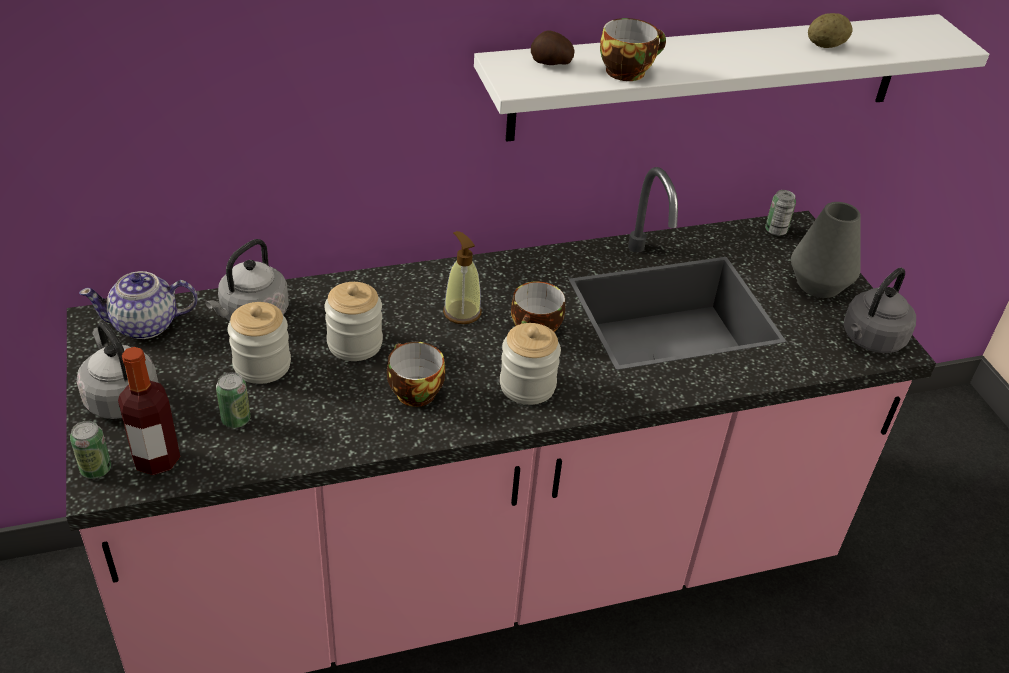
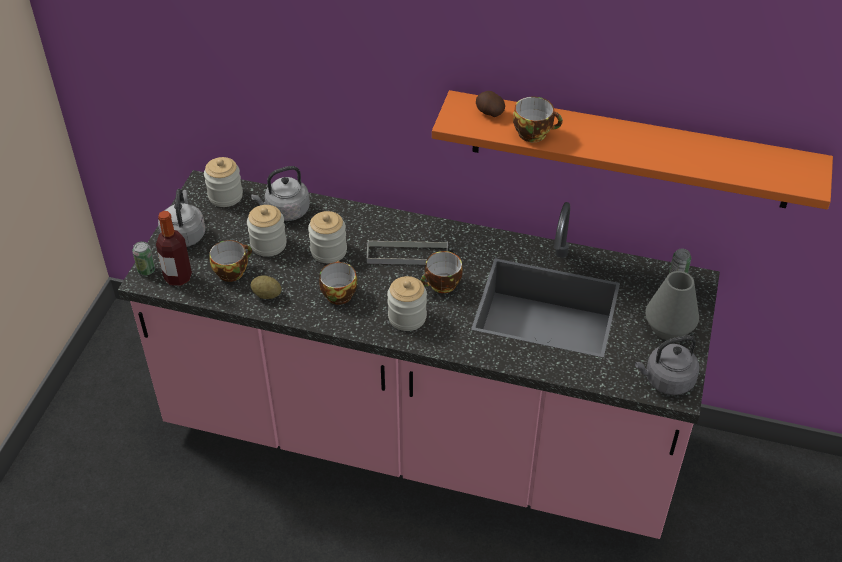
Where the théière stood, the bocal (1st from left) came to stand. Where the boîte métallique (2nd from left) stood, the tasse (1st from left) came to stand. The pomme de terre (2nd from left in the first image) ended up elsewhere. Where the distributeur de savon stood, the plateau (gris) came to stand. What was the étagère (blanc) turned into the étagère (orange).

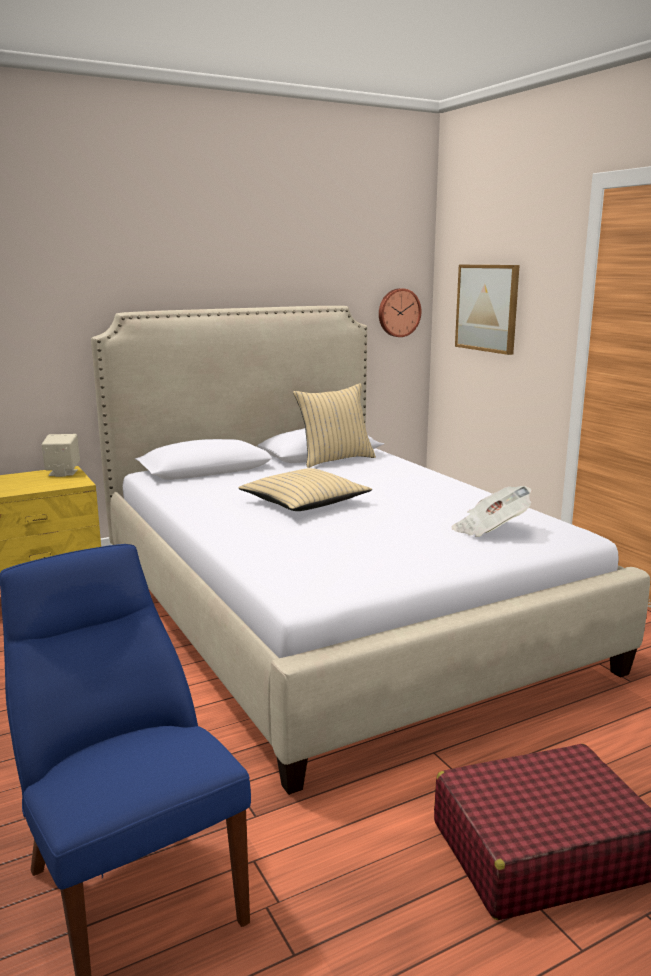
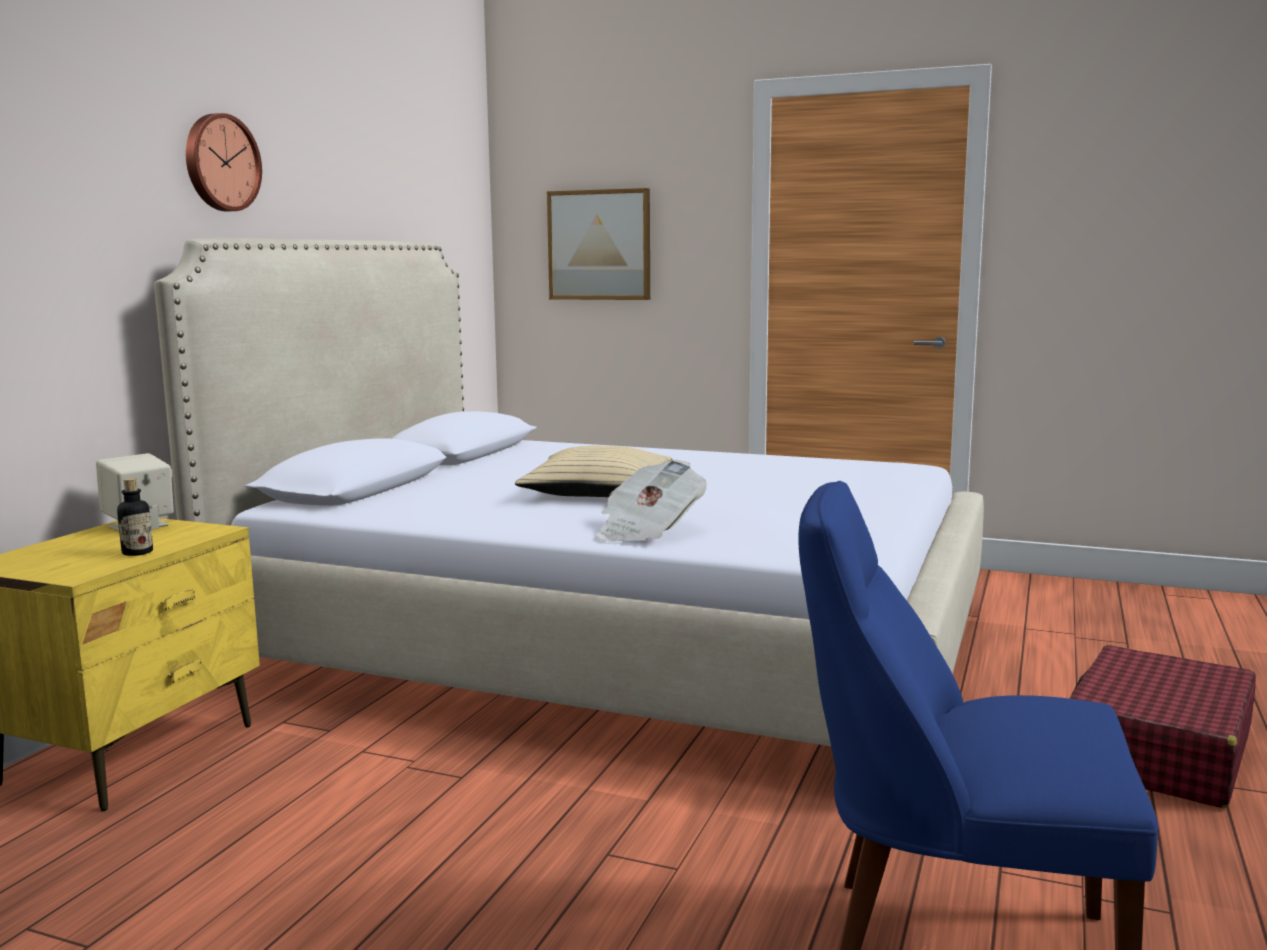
The second view gained the bouteille. The horloge murale ended up elsewhere. The journal ended up elsewhere. The second view lost the coussin (beige) (2nd from left).

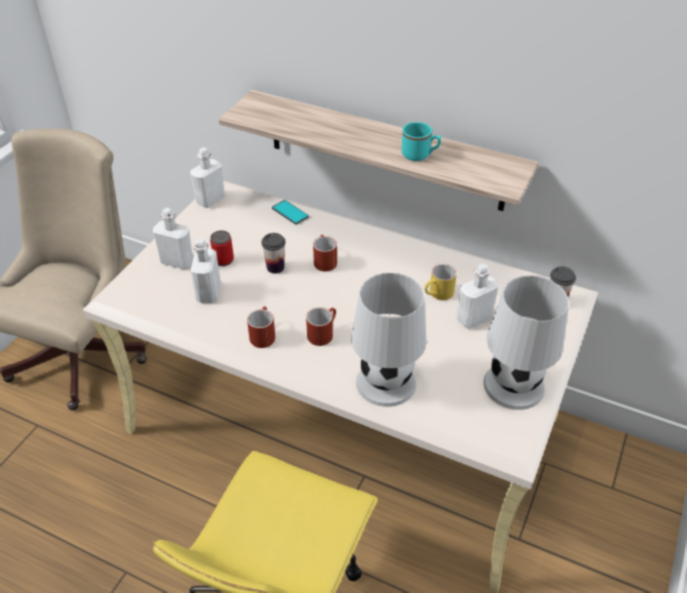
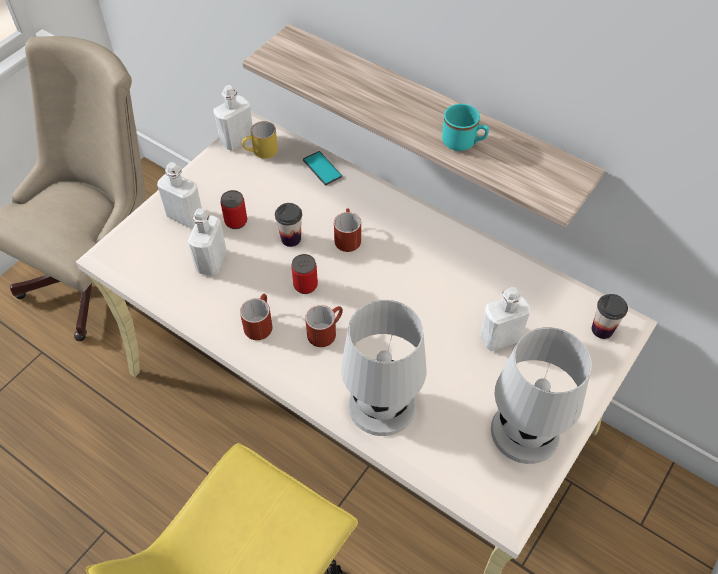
The mug (jaune) ended up elsewhere. The second view gained the boîte métallique (2nd from left).

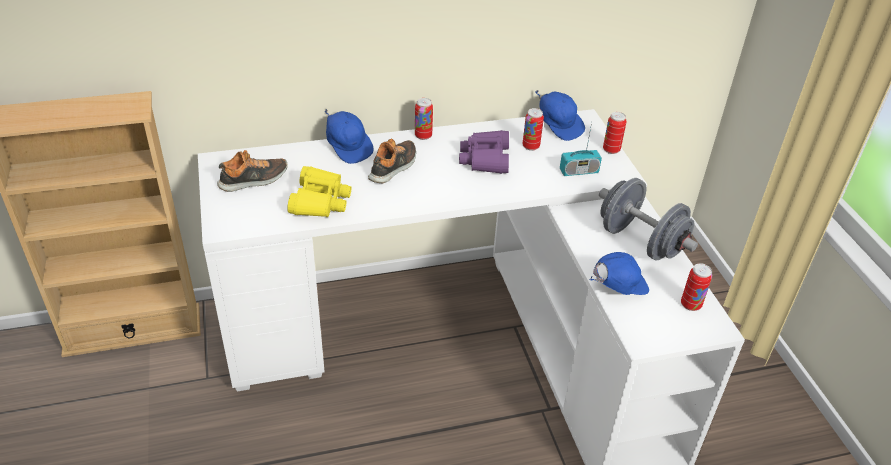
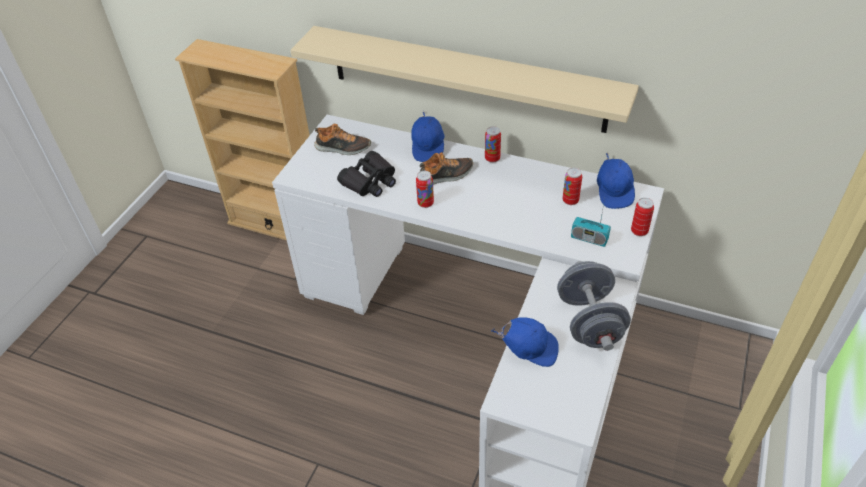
The second view gained the étagère (beige). What was the jumelles (jaune) turned into the jumelles (noir). The boîte métallique (4th from left in the first image) ended up elsewhere. The second view lost the jumelles (violet).

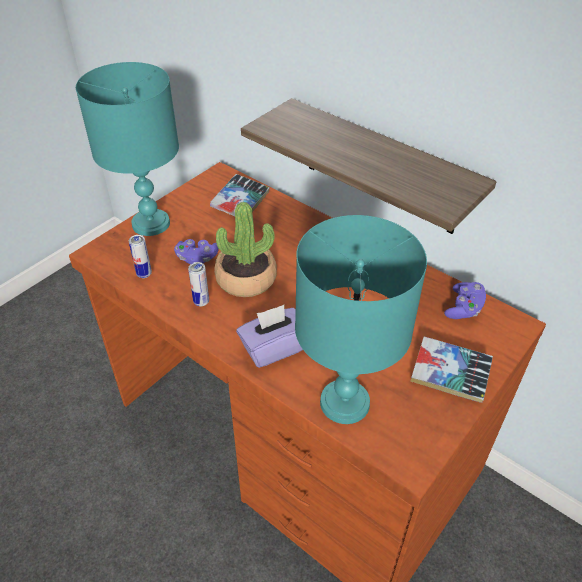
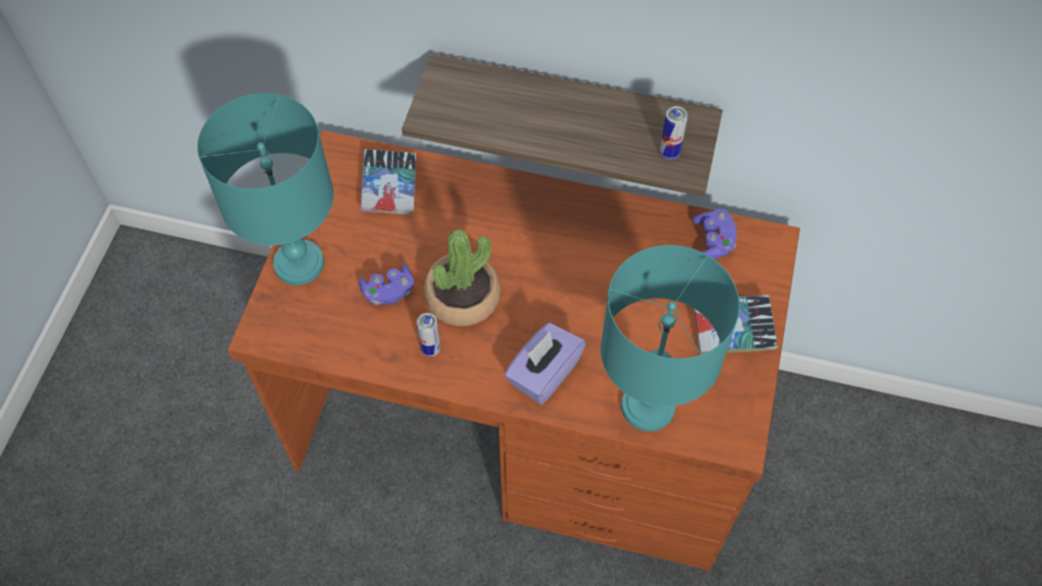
The boîte métallique (1st from left in the first image) ended up elsewhere.

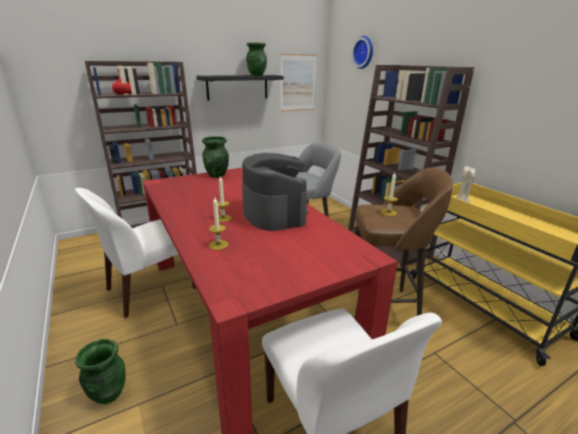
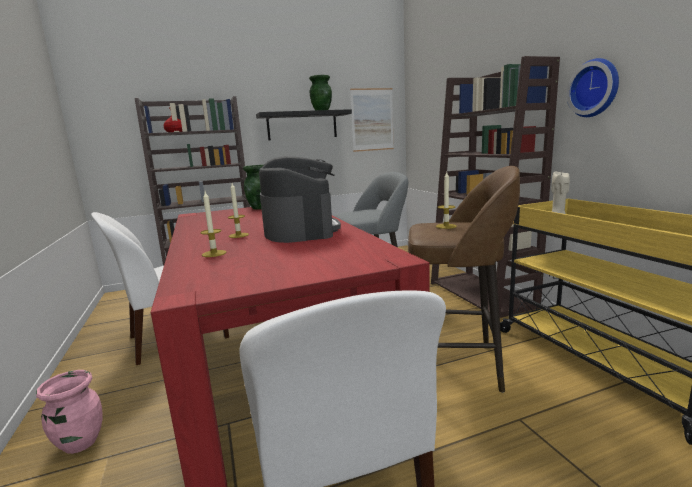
What was the vase (vert) (1st from left) turned into the vase (rose). The horloge murale ended up elsewhere.

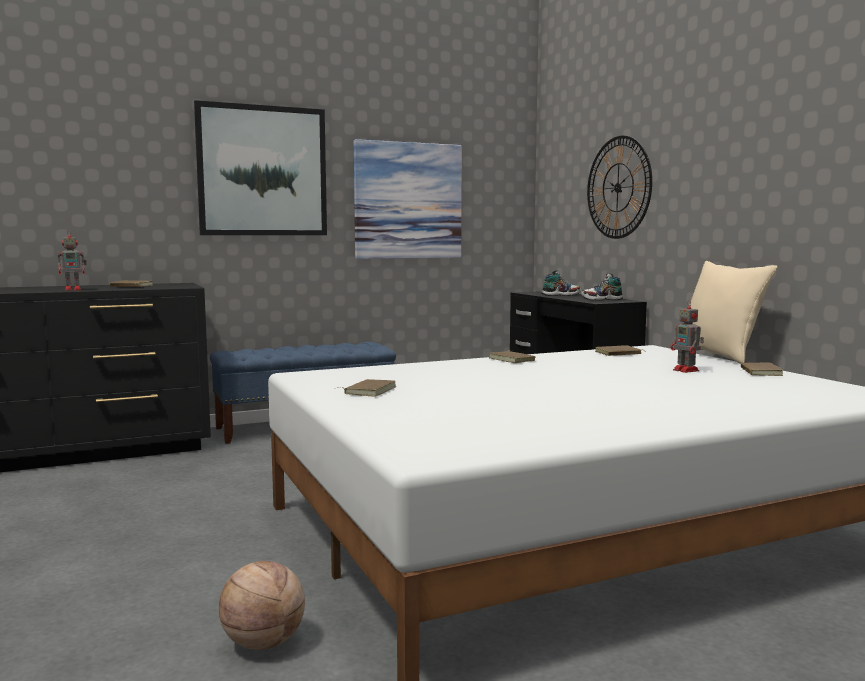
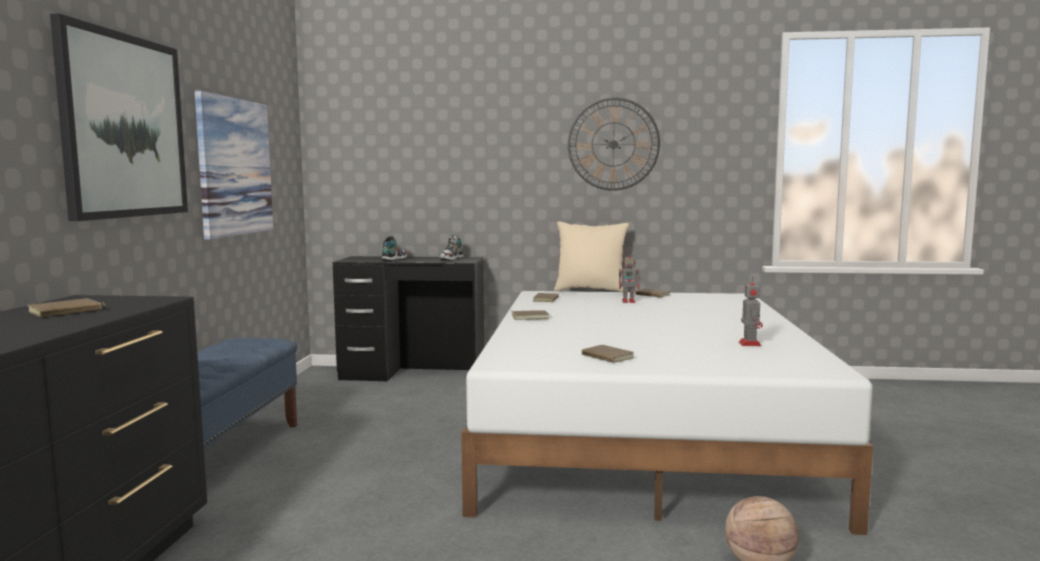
The horloge murale ended up elsewhere. The robot jouet (1st from left in the first image) ended up elsewhere.

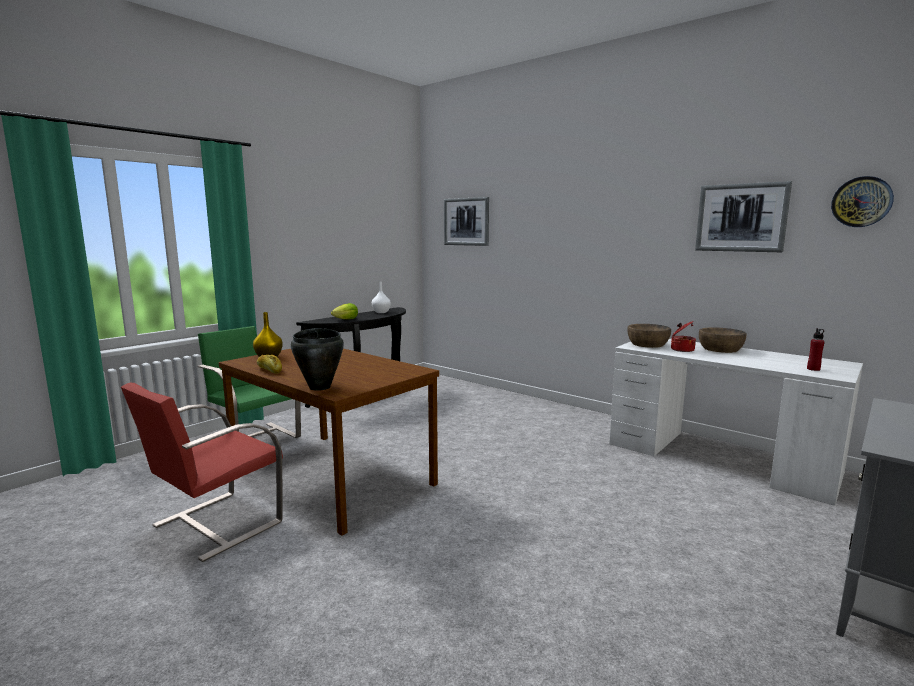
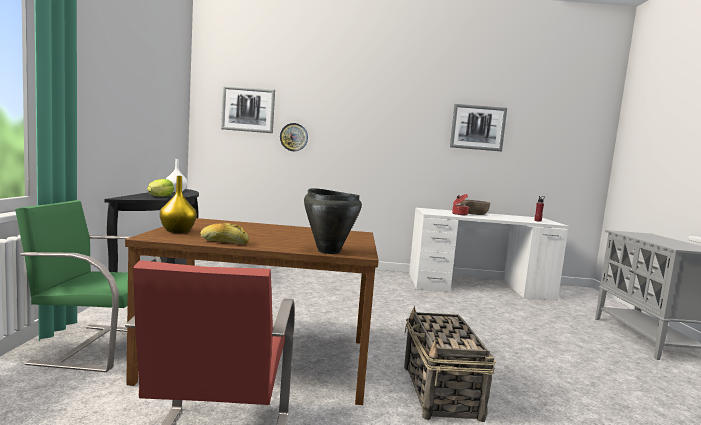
The horloge murale ended up elsewhere. The second view gained the panier. The second view lost the bol (marron) (1st from left).

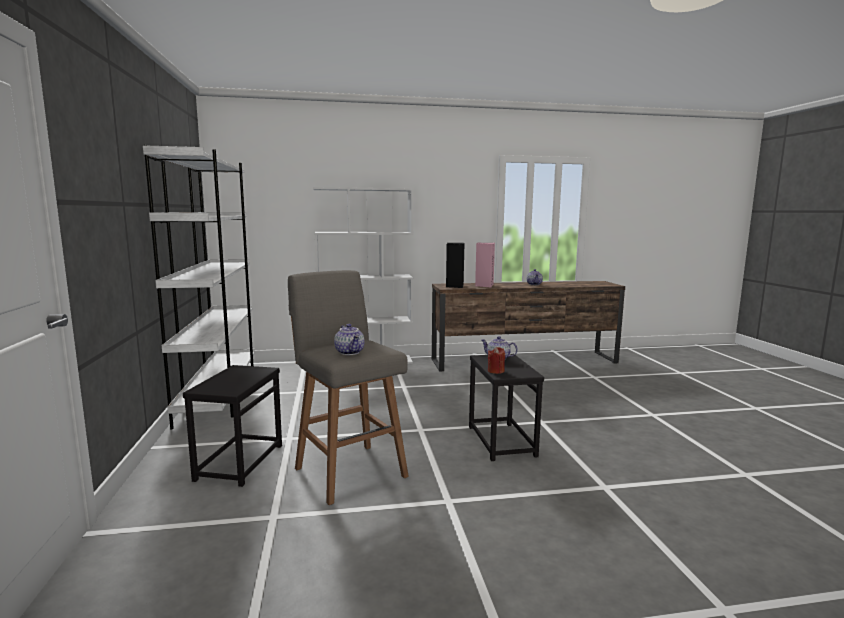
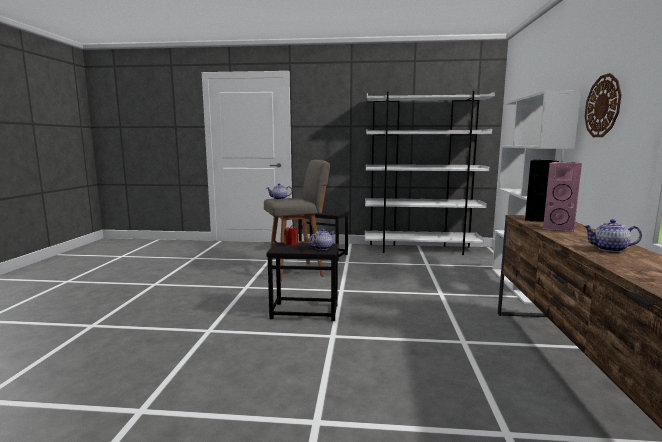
The second view gained the horloge murale.

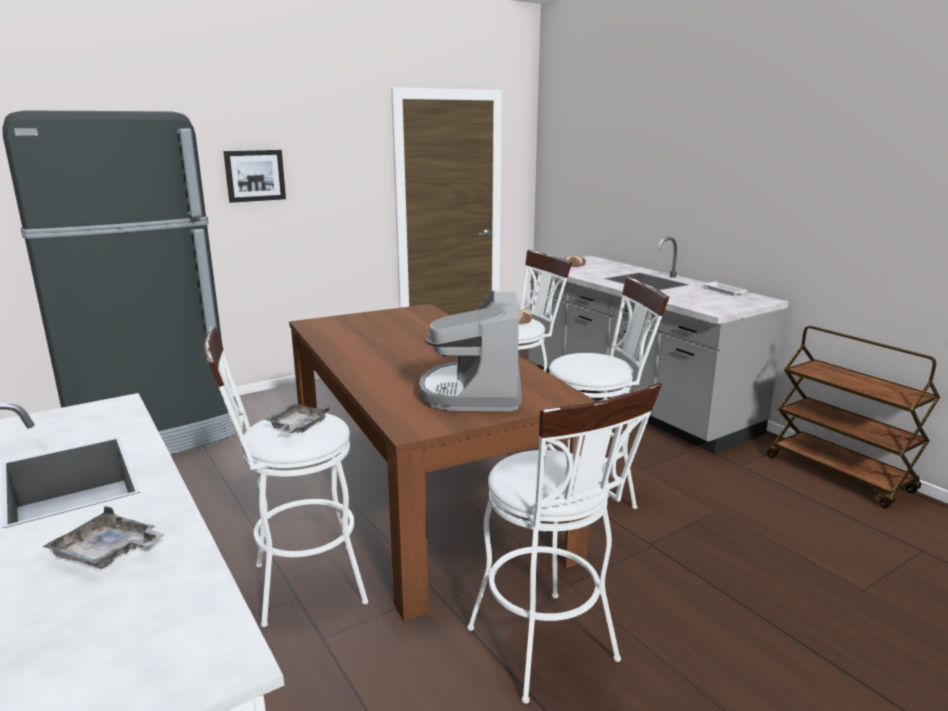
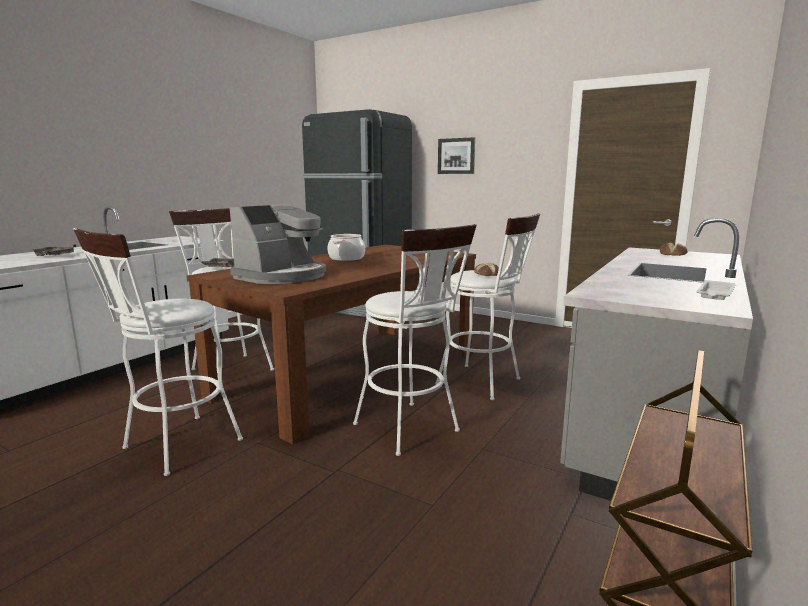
The machine à café ended up facing another way, 150 degrees clockwise from before. The second view gained the marmite.

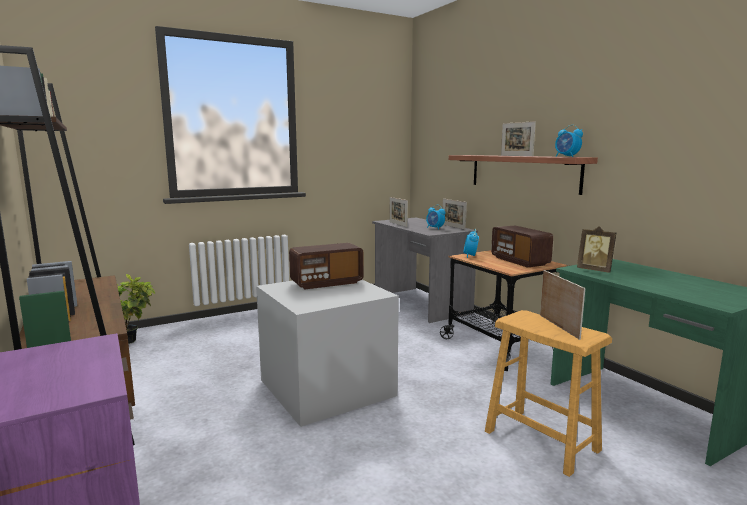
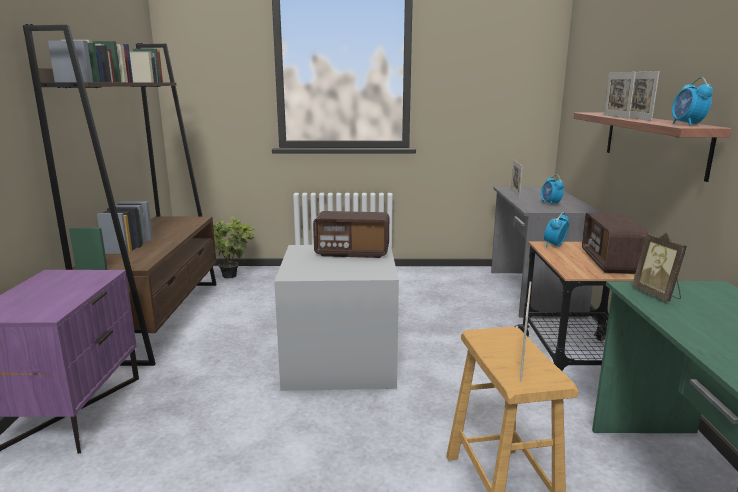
The cadre photo (2nd from left in the first image) ended up elsewhere.

